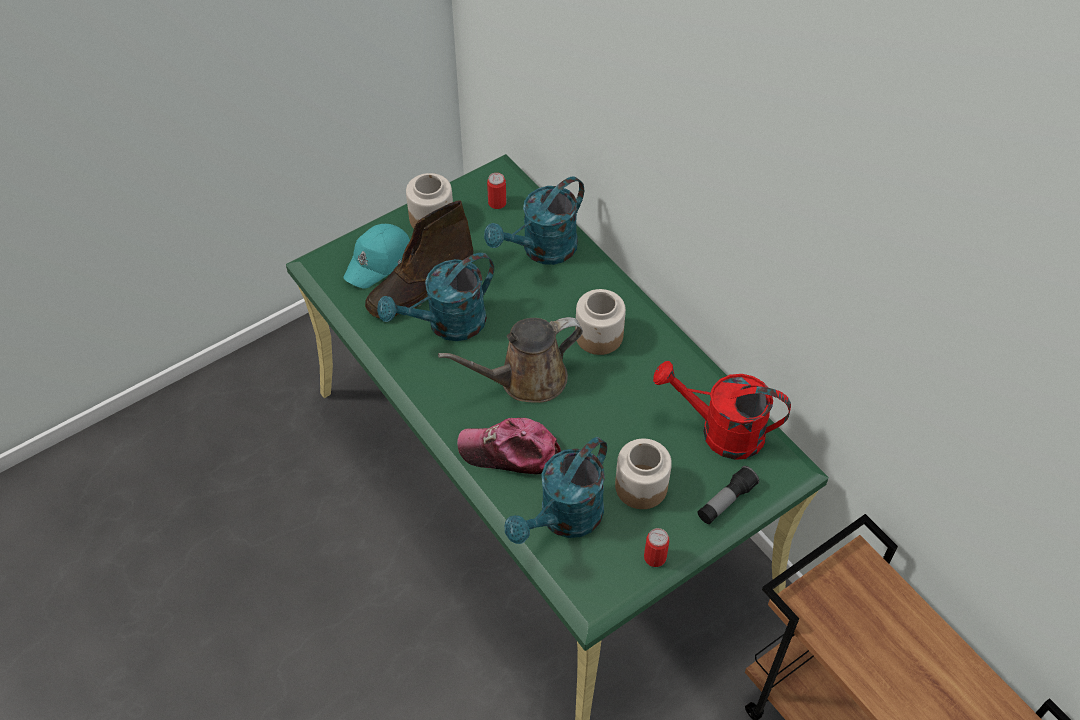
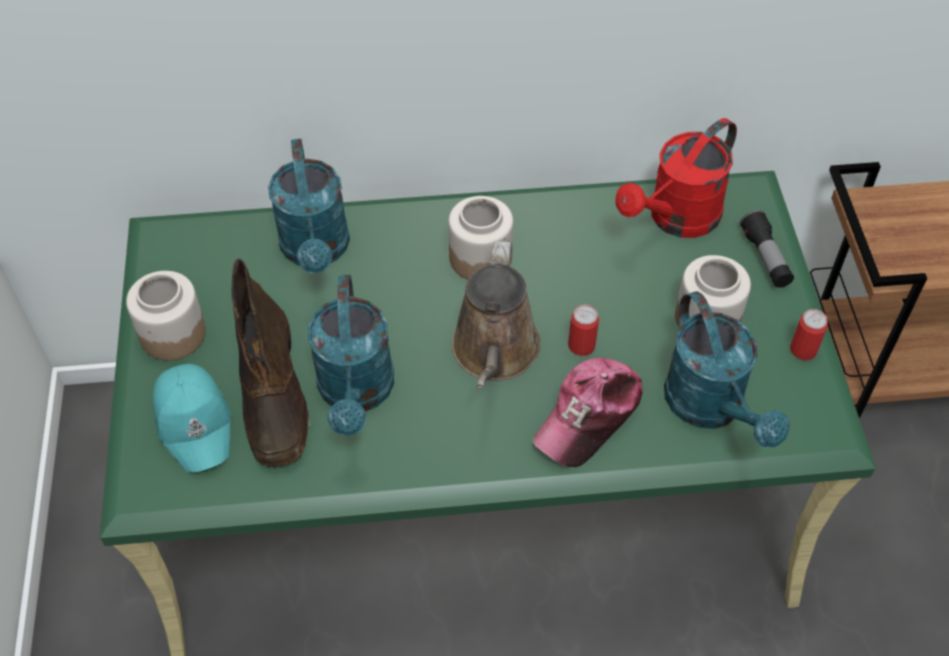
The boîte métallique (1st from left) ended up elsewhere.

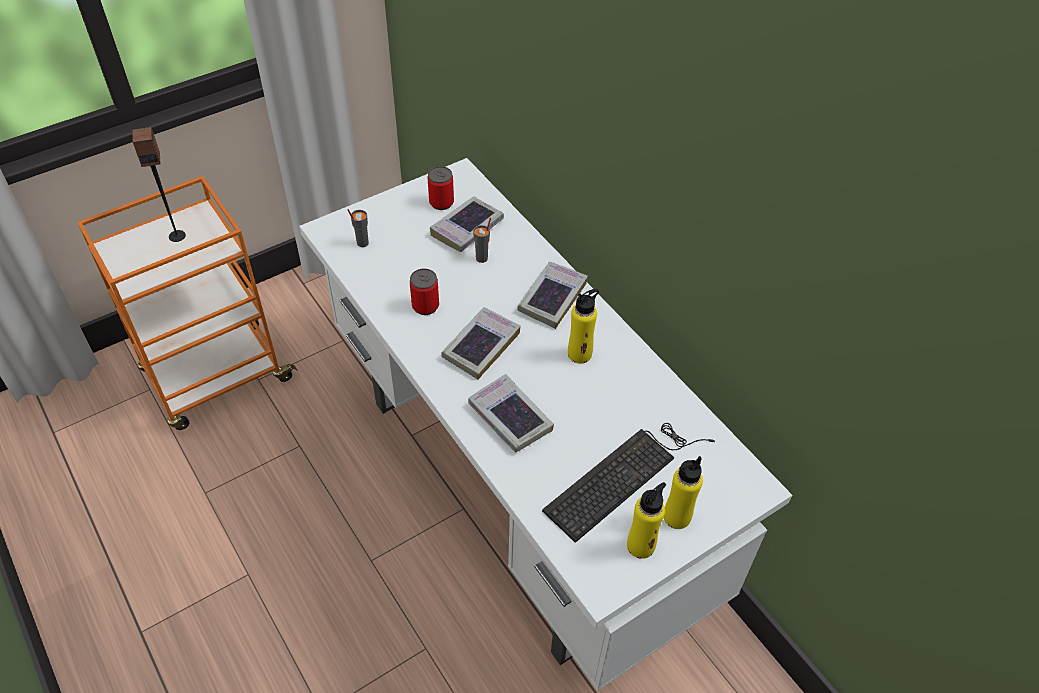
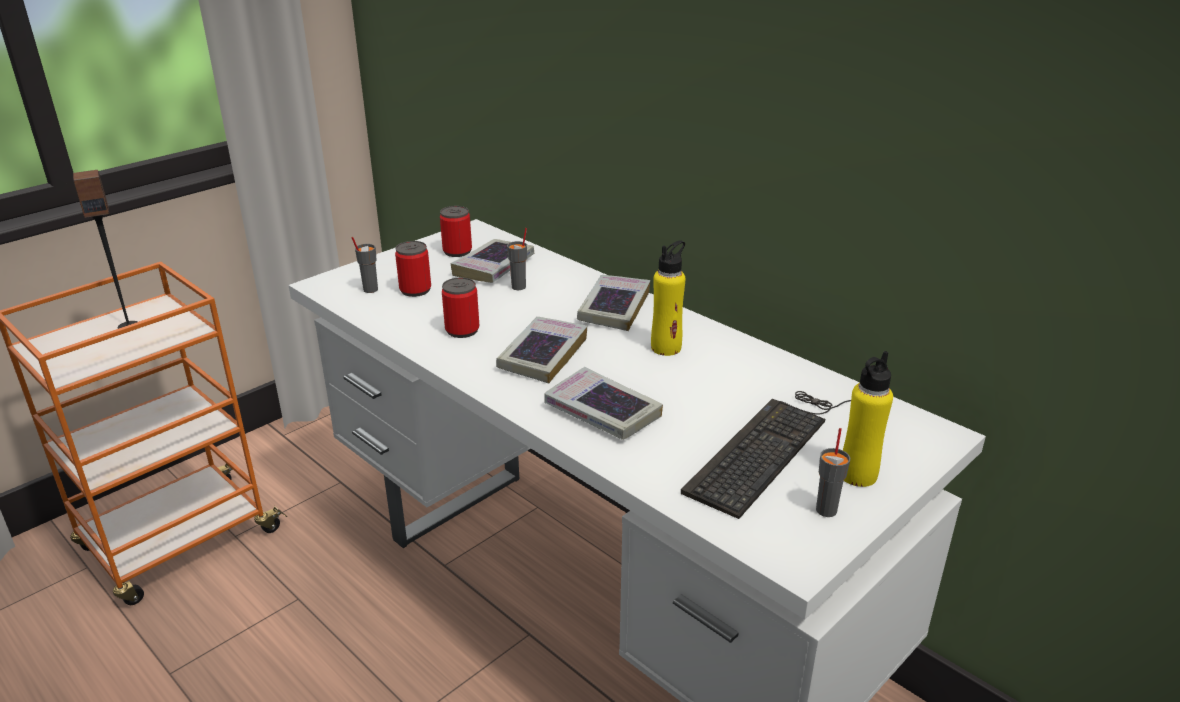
The second view gained the boîte métallique (1st from left). Where the bouteille (jaune) (2nd from left) stood, the tasse (gris) (3rd from left) came to stand.

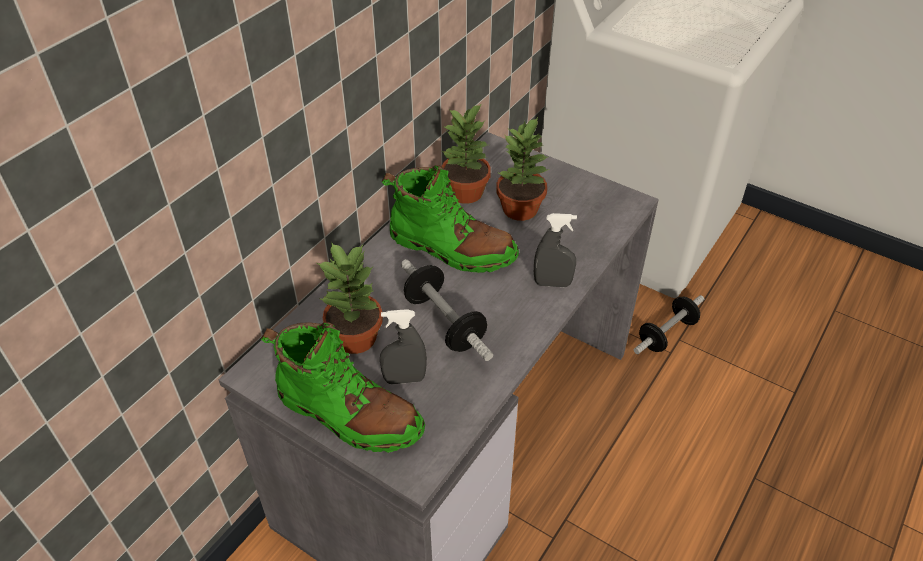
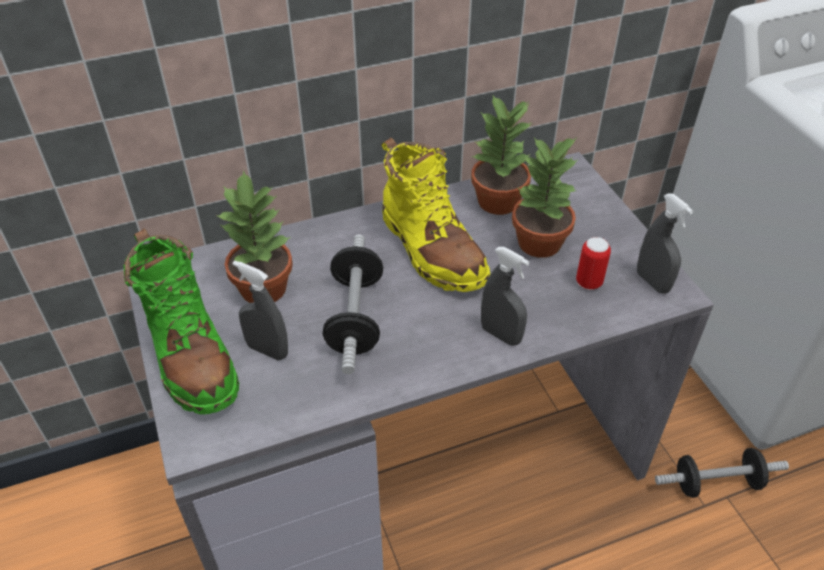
What was the botte (vert) (2nd from left) turned into the botte (jaune). The second view gained the boîte métallique. The second view gained the vaporisateur (gris) (3rd from left).

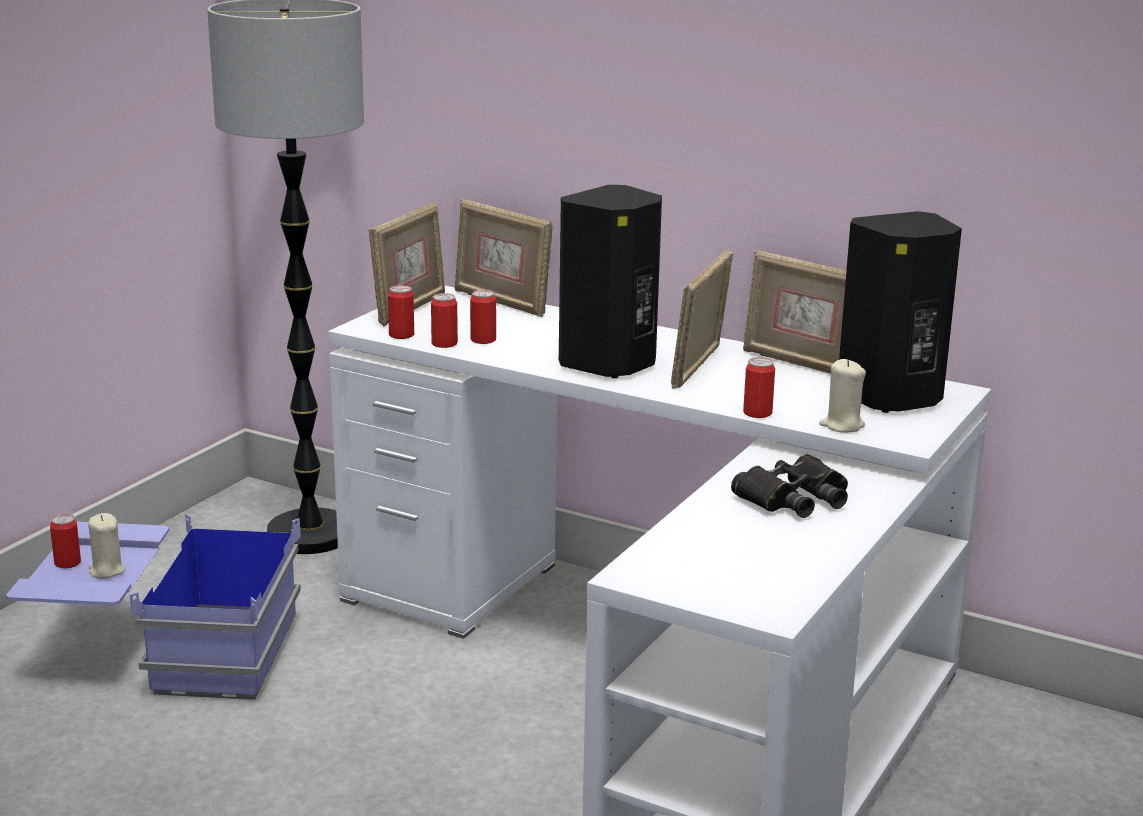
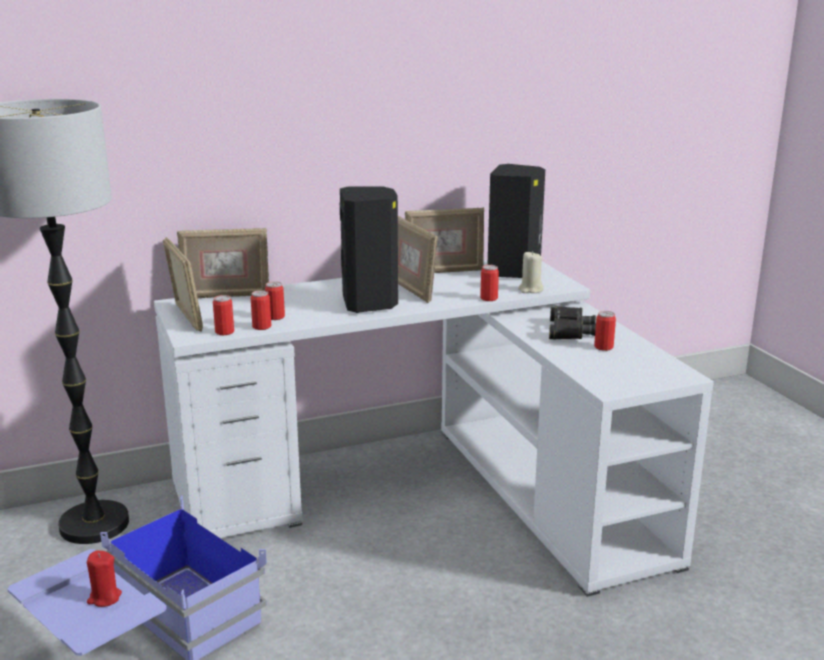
What was the bougie (beige) (1st from left) turned into the bougie (rouge). The boîte métallique (1st from left in the first image) ended up elsewhere.

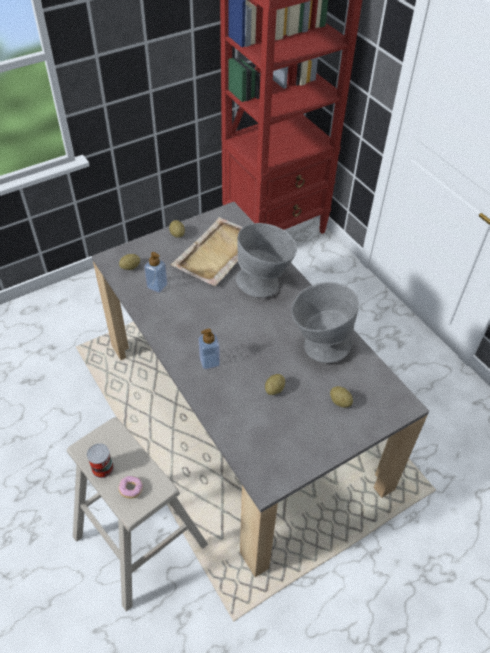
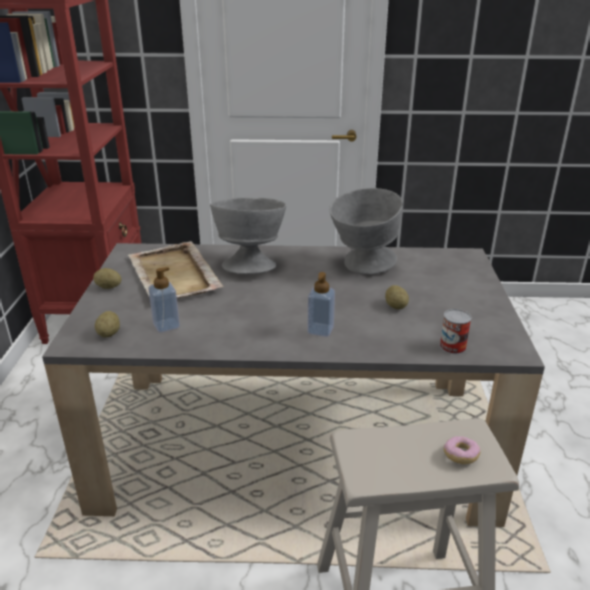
The boîte métallique ended up elsewhere. The second view lost the pomme de terre (4th from left).

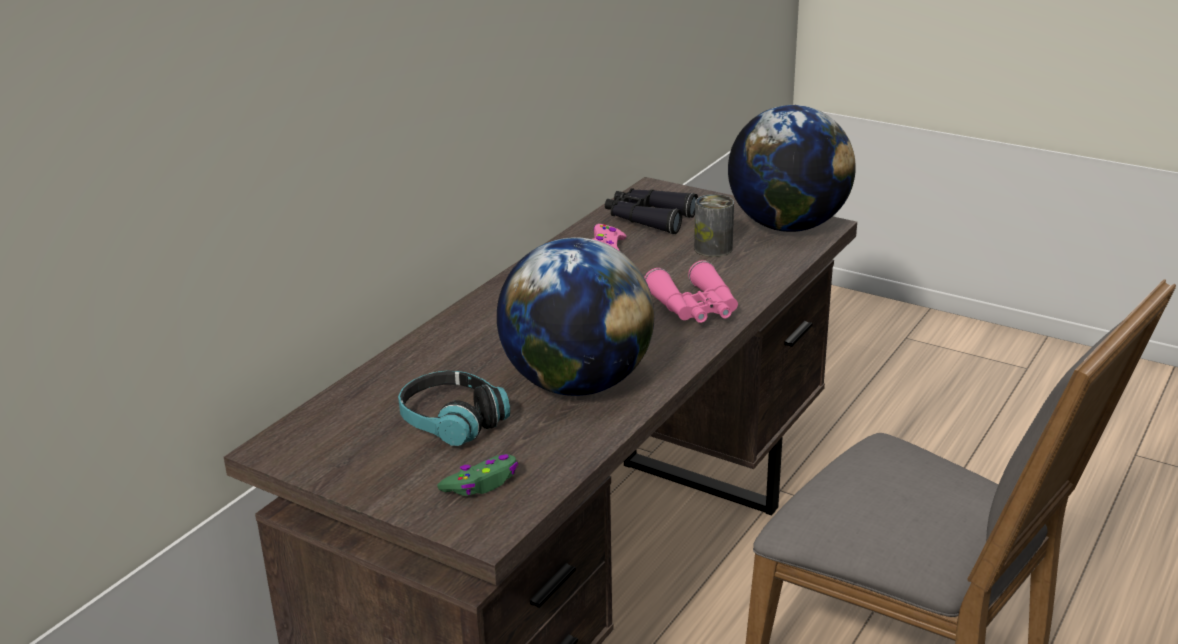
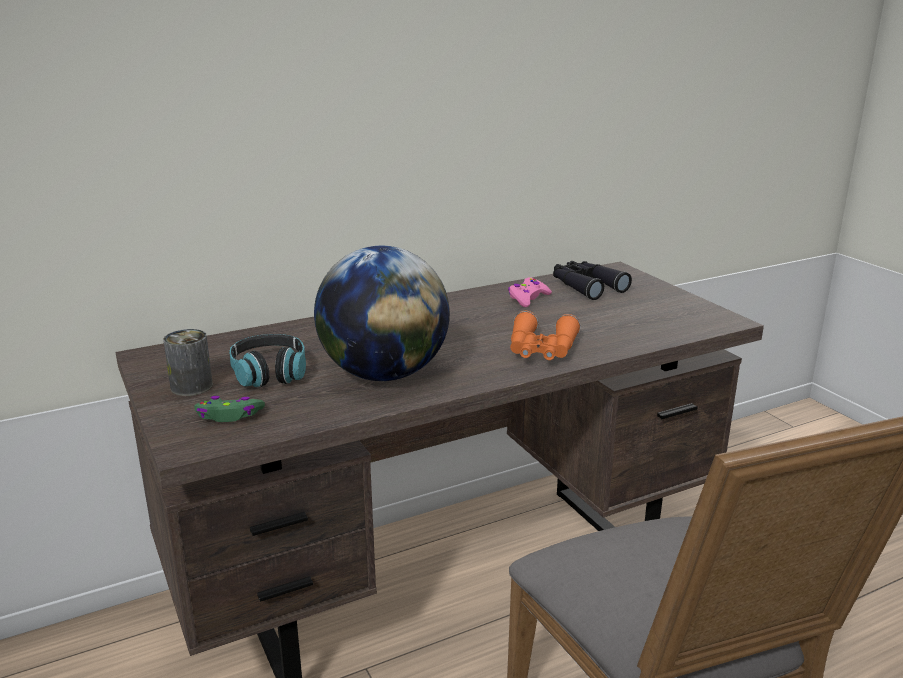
The boîte métallique ended up elsewhere. What was the jumelles (rose) turned into the jumelles (orange). The second view lost the globe (2nd from left).

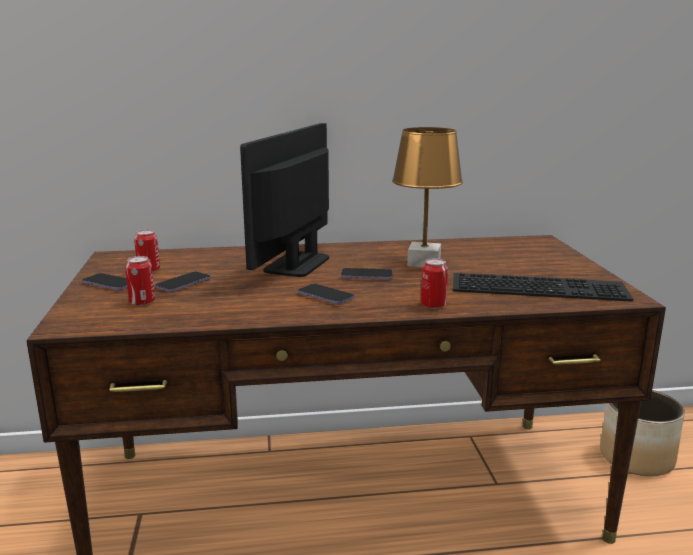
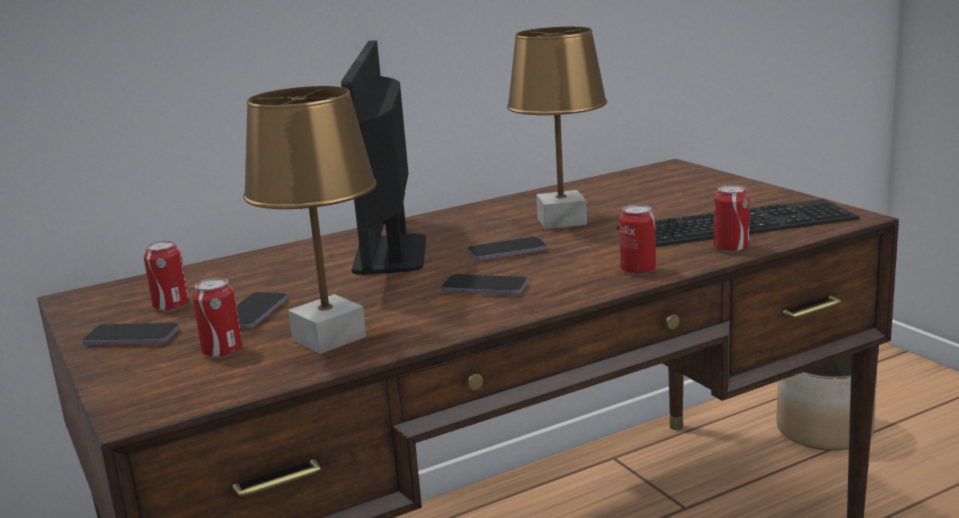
The second view gained the lampe de table (marron) (1st from left). The second view gained the boîte métallique (4th from left).

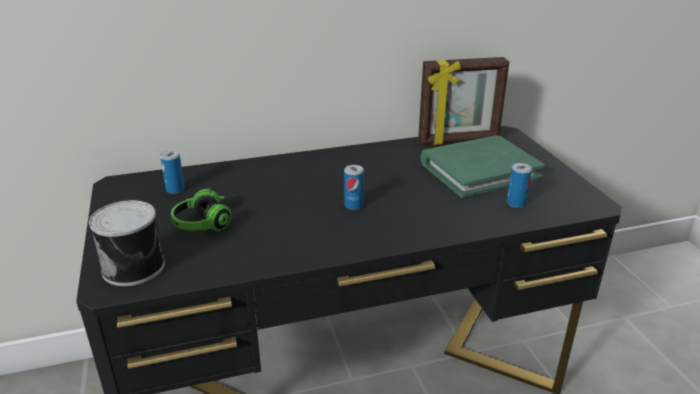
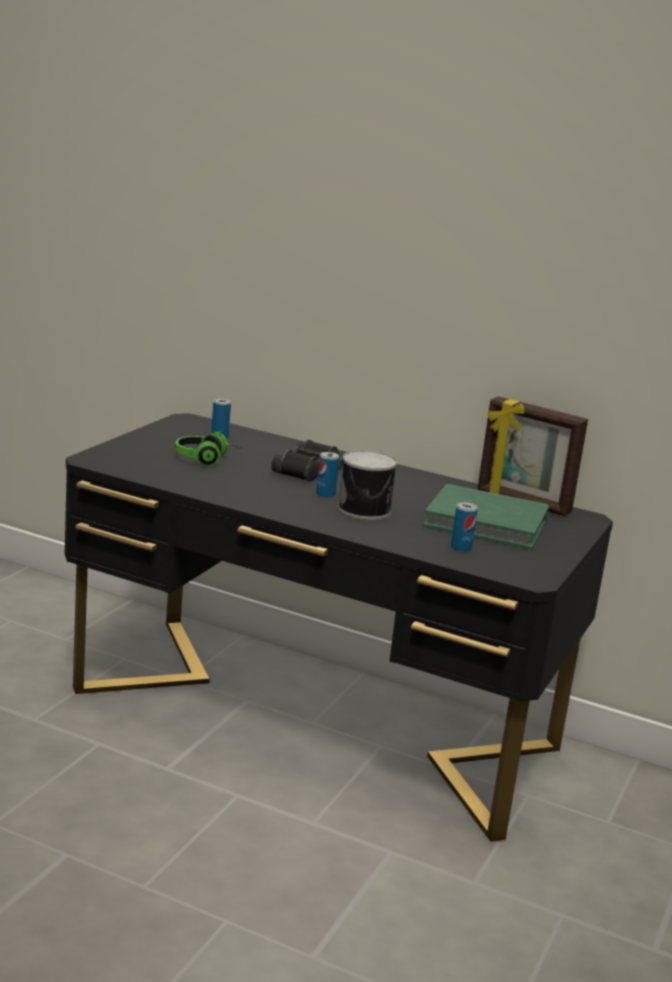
The second view gained the jumelles (noir). The boîte métallique (1st from left in the first image) ended up elsewhere.

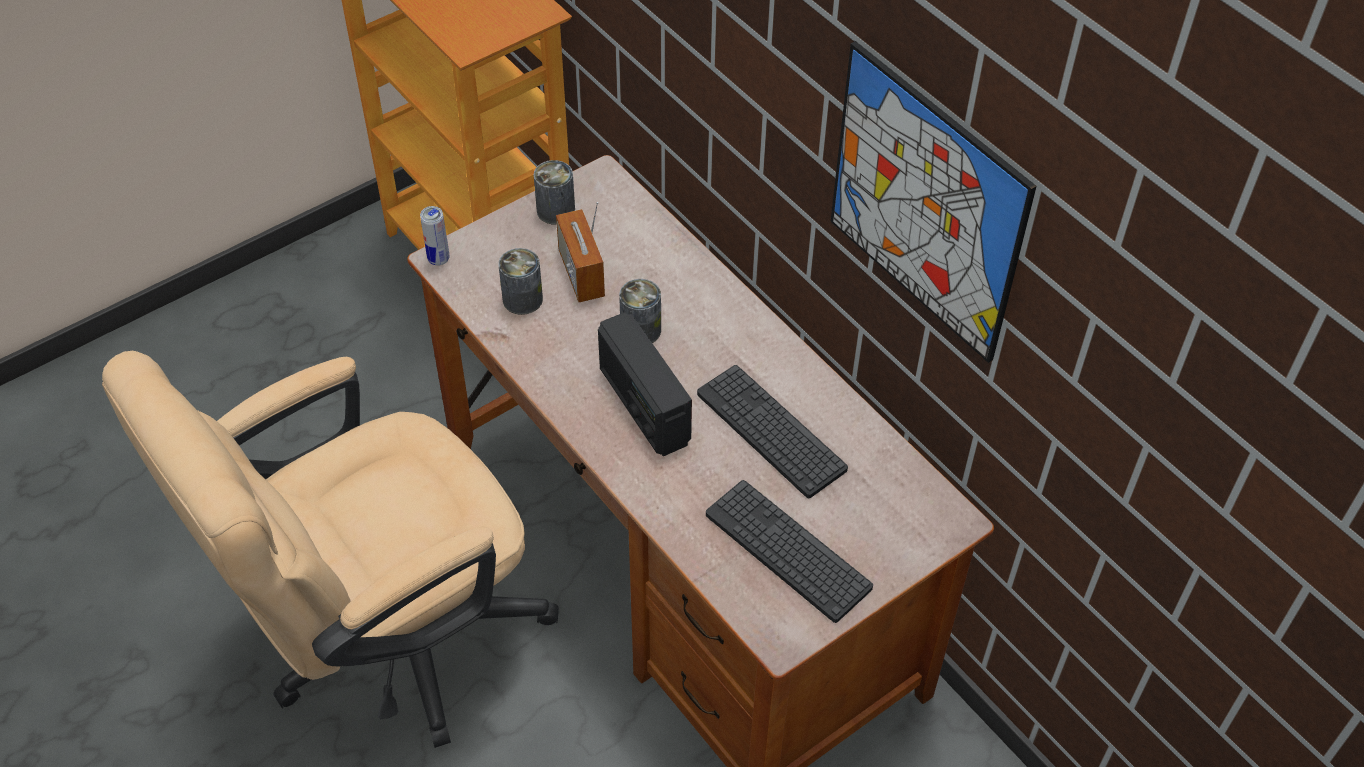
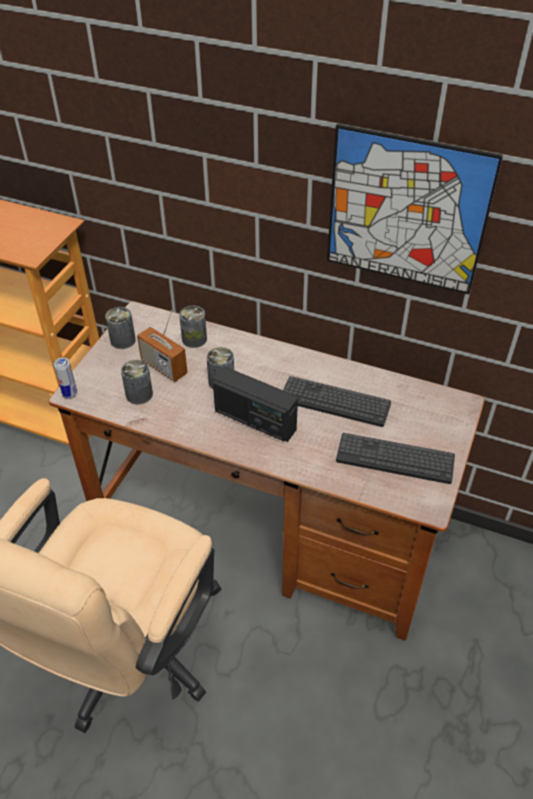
The second view gained the boîte métallique (4th from left).

